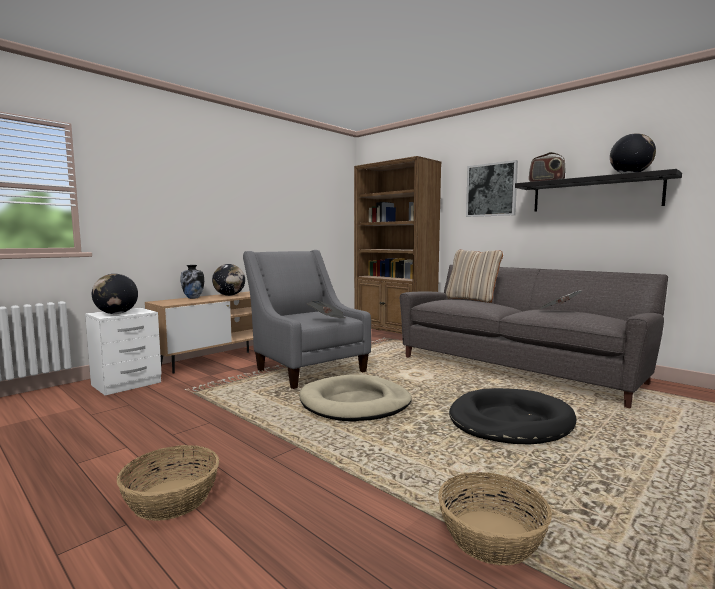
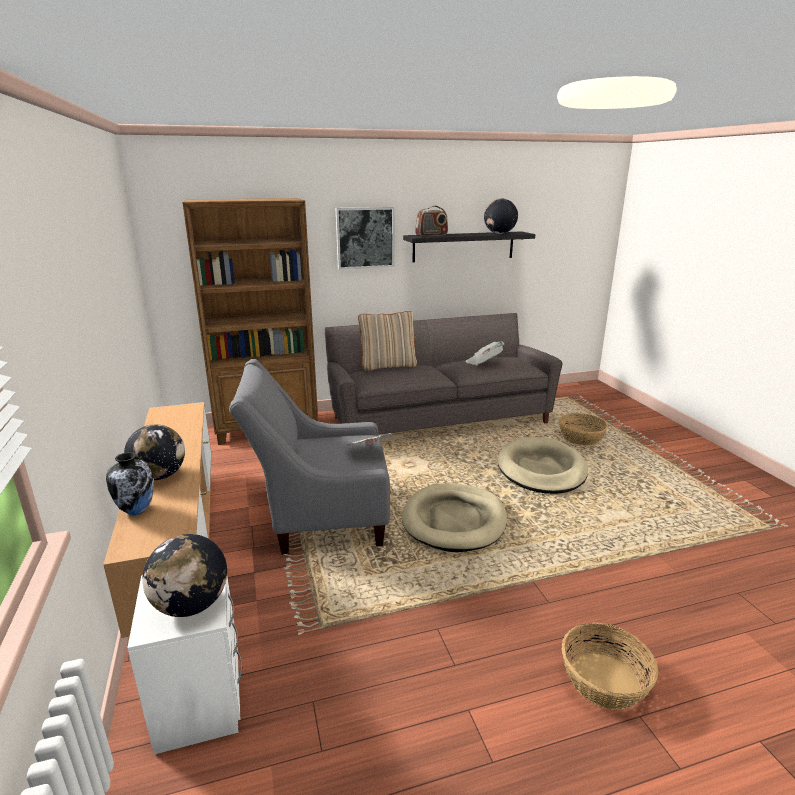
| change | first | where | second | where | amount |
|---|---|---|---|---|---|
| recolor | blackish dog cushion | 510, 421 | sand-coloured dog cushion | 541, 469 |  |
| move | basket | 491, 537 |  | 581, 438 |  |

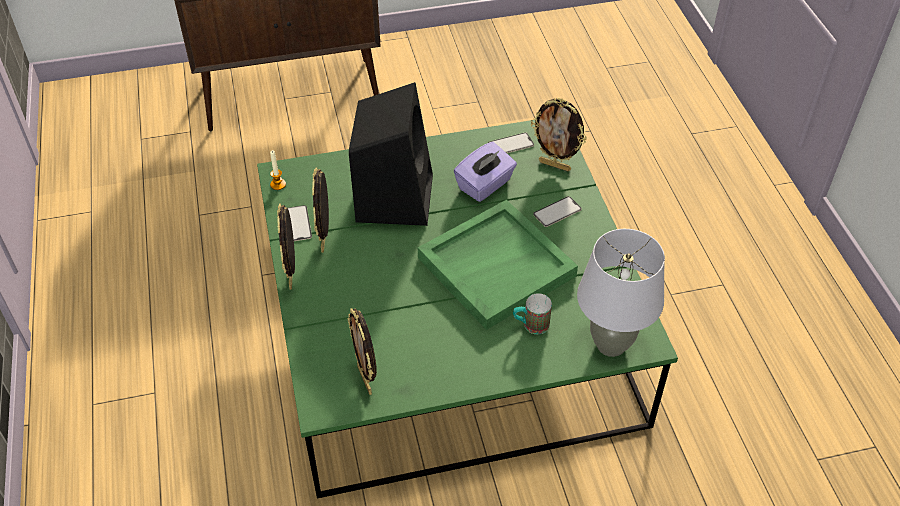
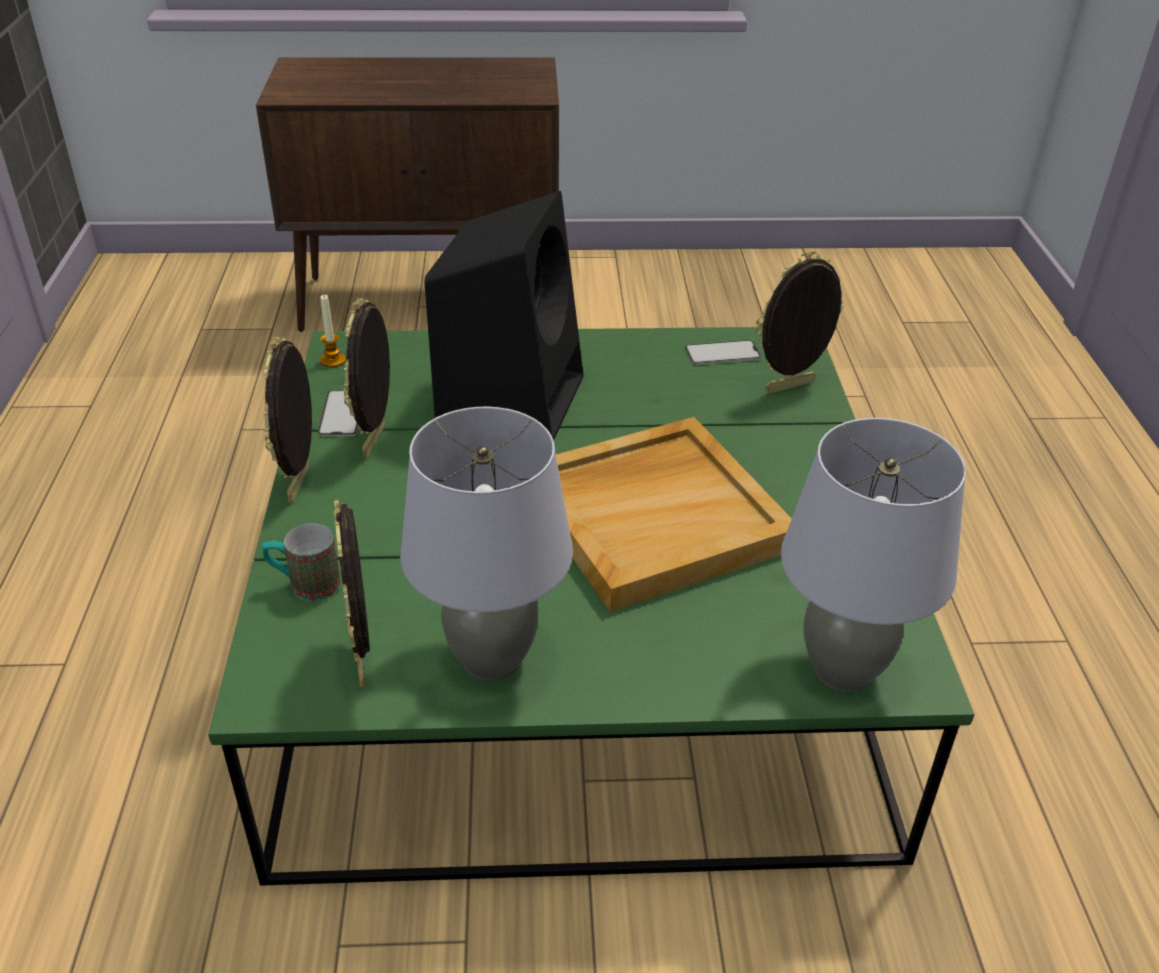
| change | first | where | second | where | amount |
|---|---|---|---|---|---|
| move | tea mug | 530, 325 |  | 305, 585 |  |
| insert |  |  | greyish table lamp | 491, 661 |  |
| recolor | green tray | 496, 265 | sand-coloured tray | 655, 515 |  |
| rotate | standing frame | 555, 165 |  | 790, 388 | 120 degrees clockwise |
| delete | purple-coloured tissue box | 485, 185 |  |  |  |
| delete | phone | 557, 212 |  |  |  |

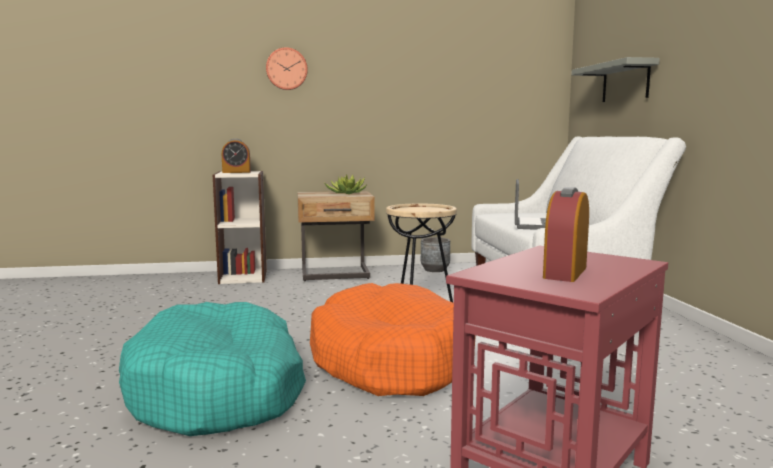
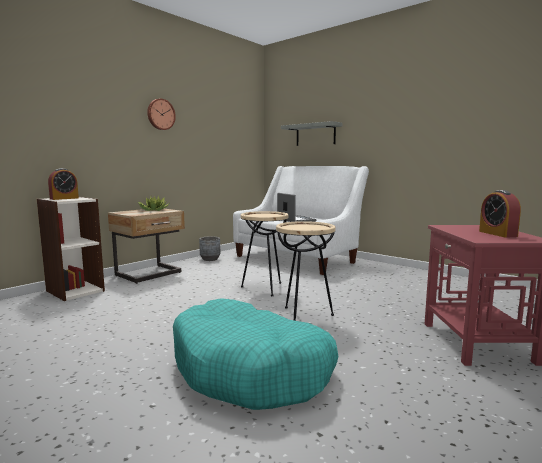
| change | first | where | second | where | amount |
|---|---|---|---|---|---|
| move | wall clock | 286, 69 |  | 160, 114 |  |
| replace | orange-coloured dog cushion | 390, 360 | sand-coloured end table | 304, 316 |  |

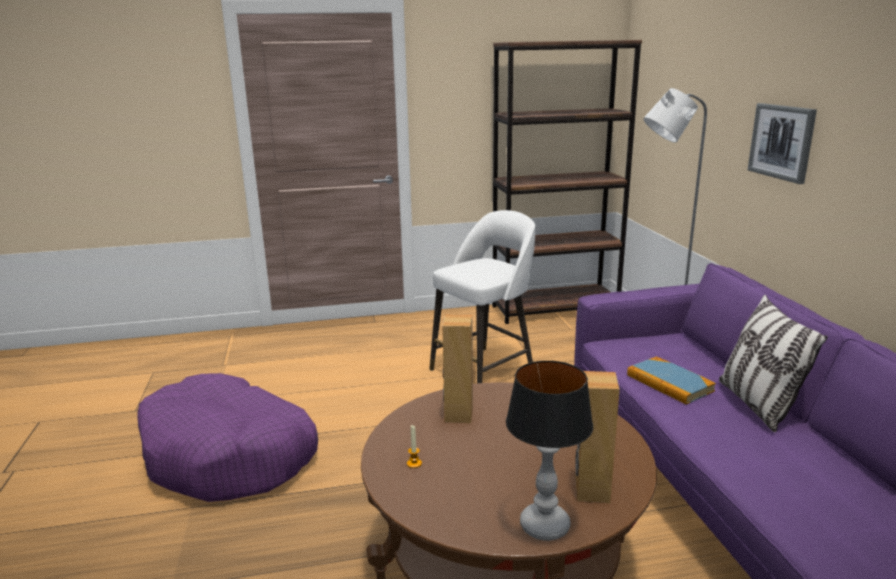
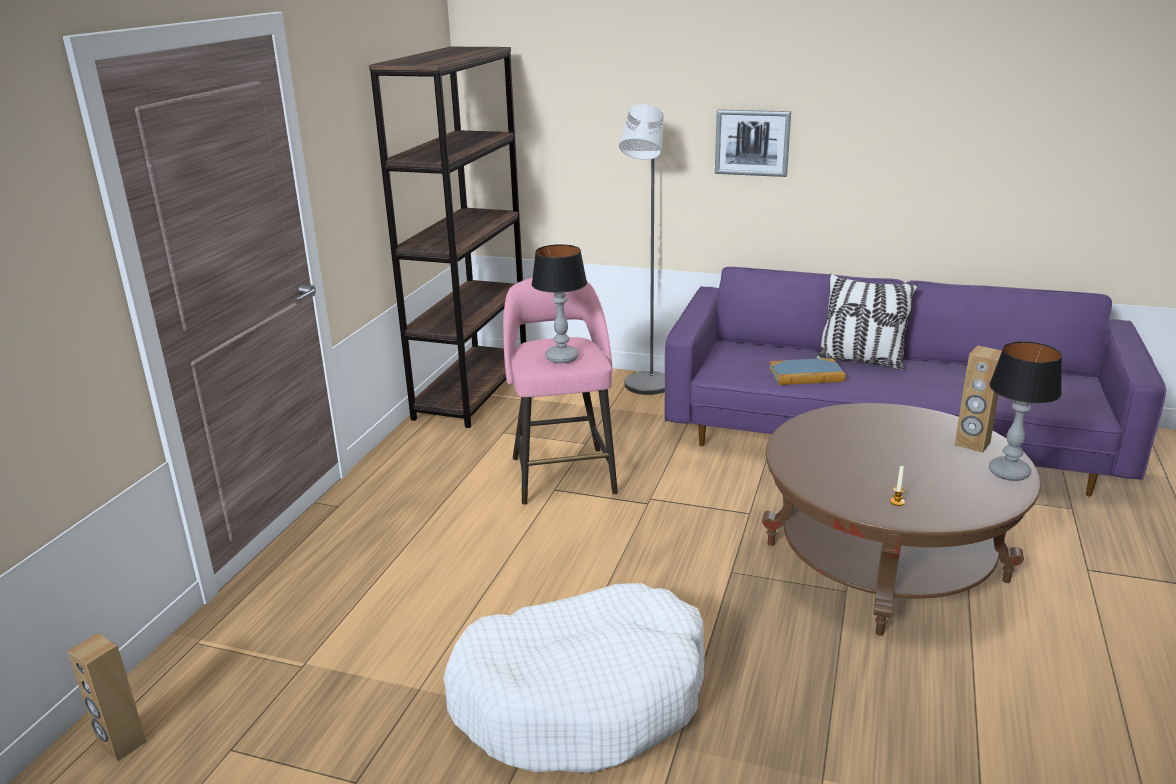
| change | first | where | second | where | amount |
|---|---|---|---|---|---|
| move | brownish speaker | 458, 415 |  | 122, 744 |  |
| recolor | purple-coloured dog cushion | 229, 455 | whitish dog cushion | 582, 697 |  |
| recolor | whitish stool seat | 484, 370 | pink-coloured stool seat | 562, 473 |  |
| insert |  |  | table lamp | 562, 357 |  |

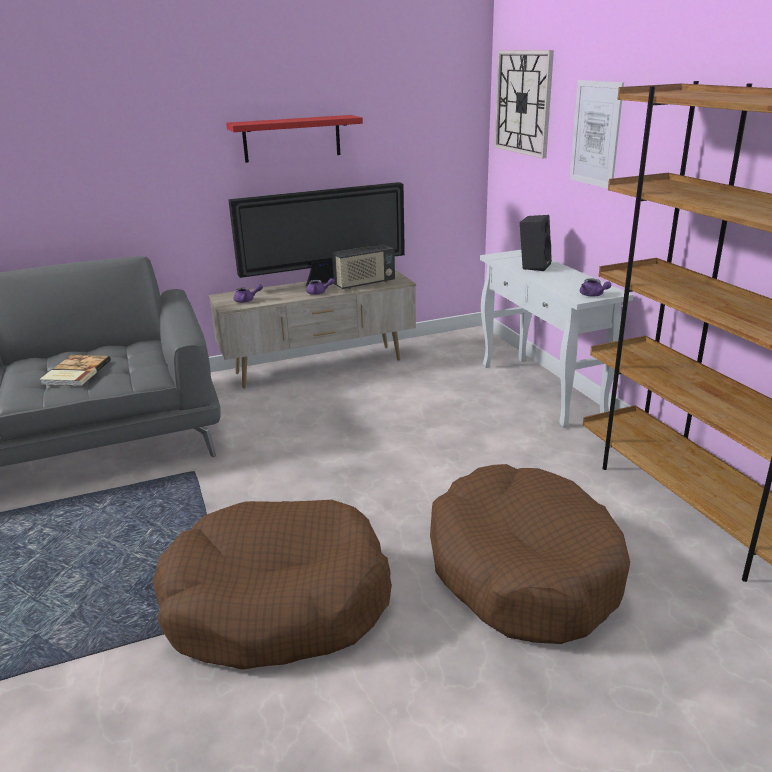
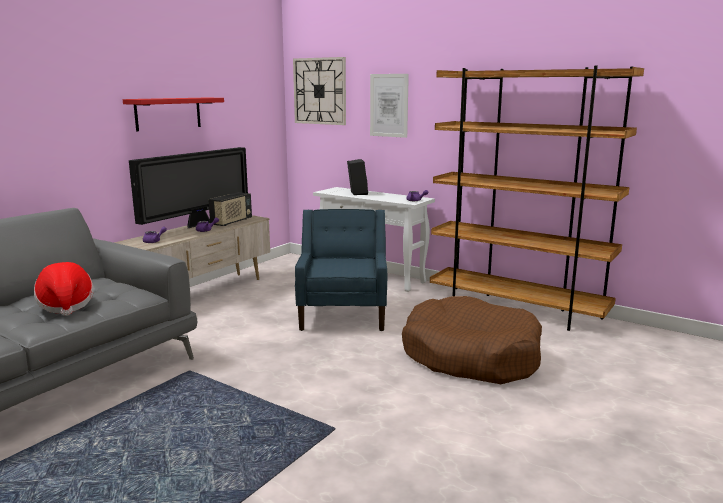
| change | first | where | second | where | amount |
|---|---|---|---|---|---|
| replace | book | 75, 373 | hat | 66, 305 |  |
| insert |  |  | blue easy chair | 343, 313 |  |
| delete | brownish dog cushion | 277, 602 |  |  |  |

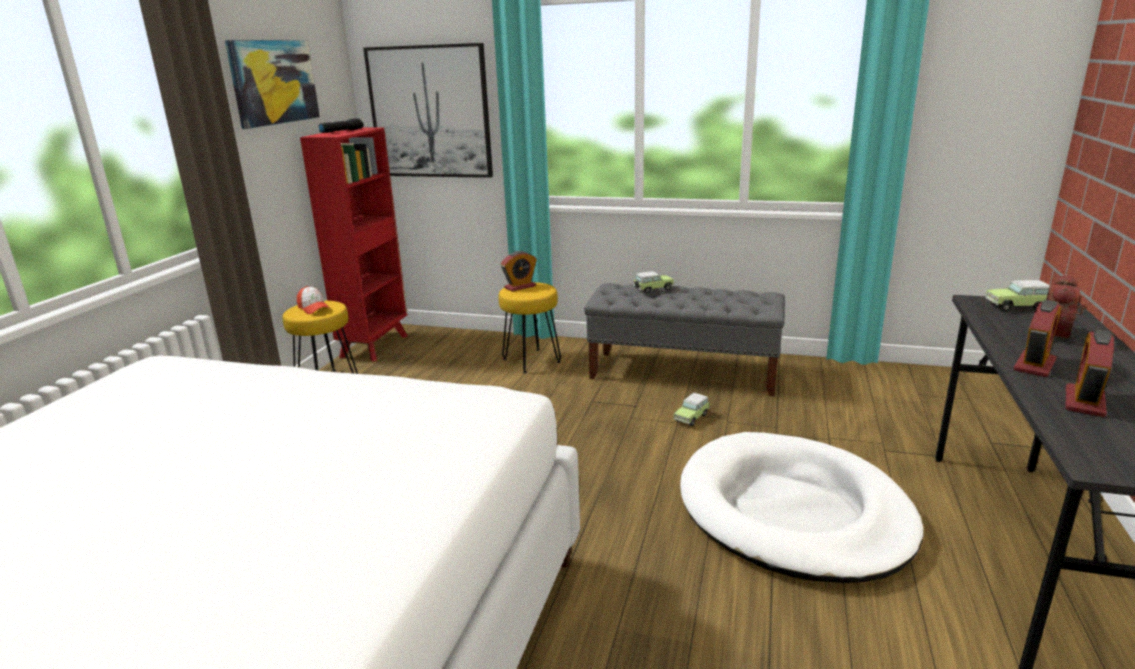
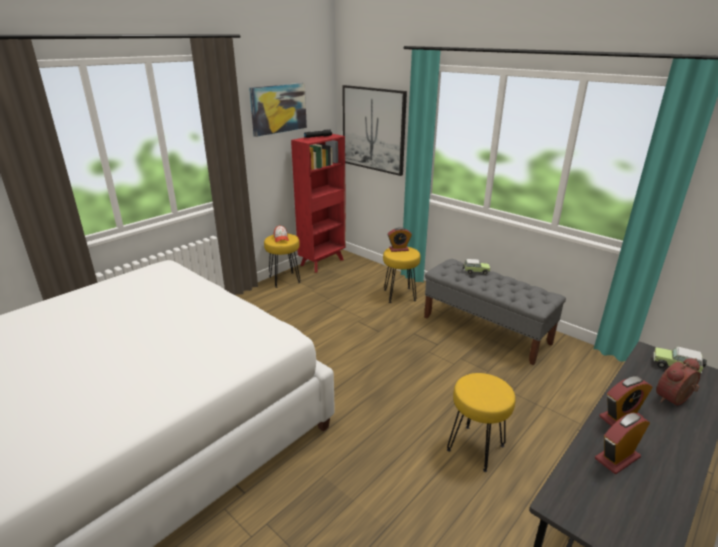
| change | first | where | second | where | amount |
|---|---|---|---|---|---|
| replace | whitish dog cushion | 793, 512 | yellow-coloured stool seat | 476, 448 |  |
| delete | model car | 692, 417 |  |  |  |

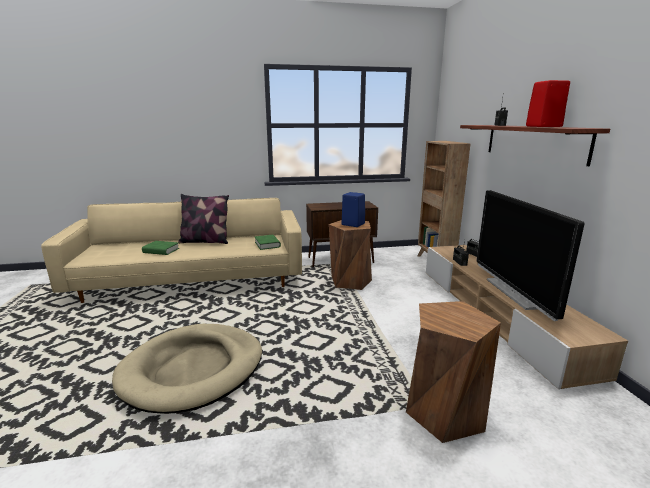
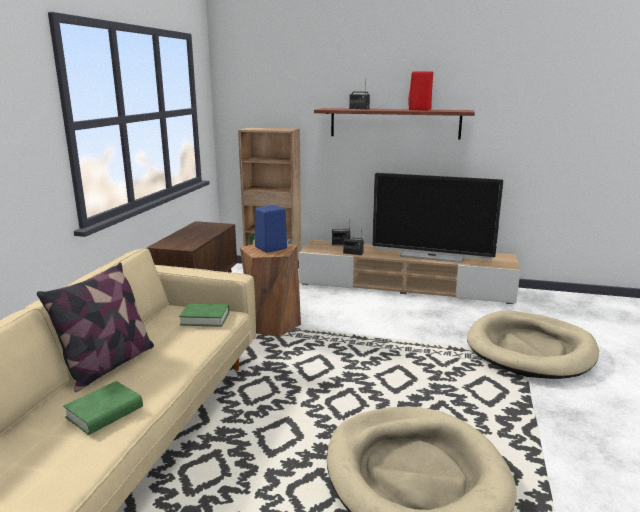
| change | first | where | second | where | amount |
|---|---|---|---|---|---|
| replace | brownish stool seat | 444, 413 | sand-coloured dog cushion | 530, 349 |  |

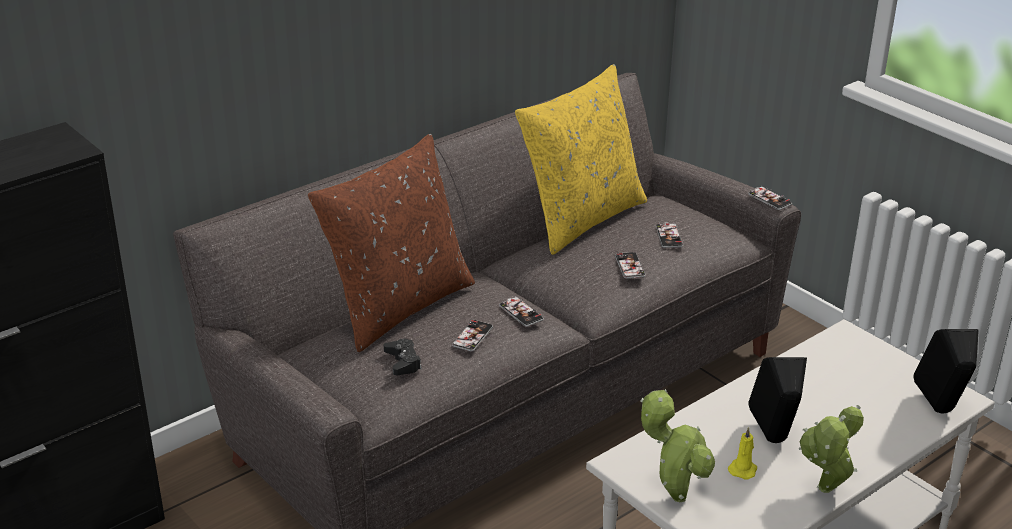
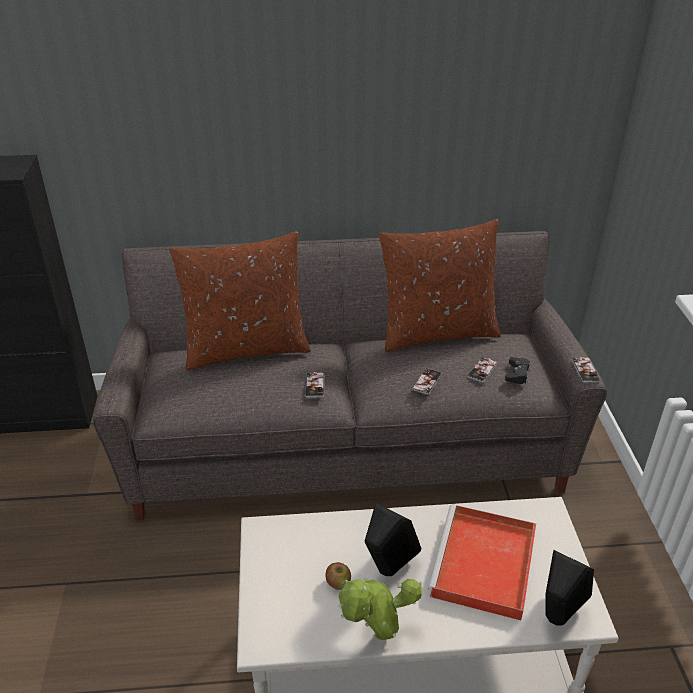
| change | first | where | second | where | amount |
|---|---|---|---|---|---|
| replace | yellow-coloured wax light | 743, 469 | apple | 338, 583 |  |
| recolor | yellow-coloured cushion | 581, 219 | brownish cushion | 437, 332 |  |
| insert |  |  | reddish tray | 484, 566 |  |
| move | blackish game controller | 403, 362 |  | 517, 374 |  |
| delete | phone | 472, 336 |  |  |  |
| delete | houseplant | 674, 495 |  |  |  |

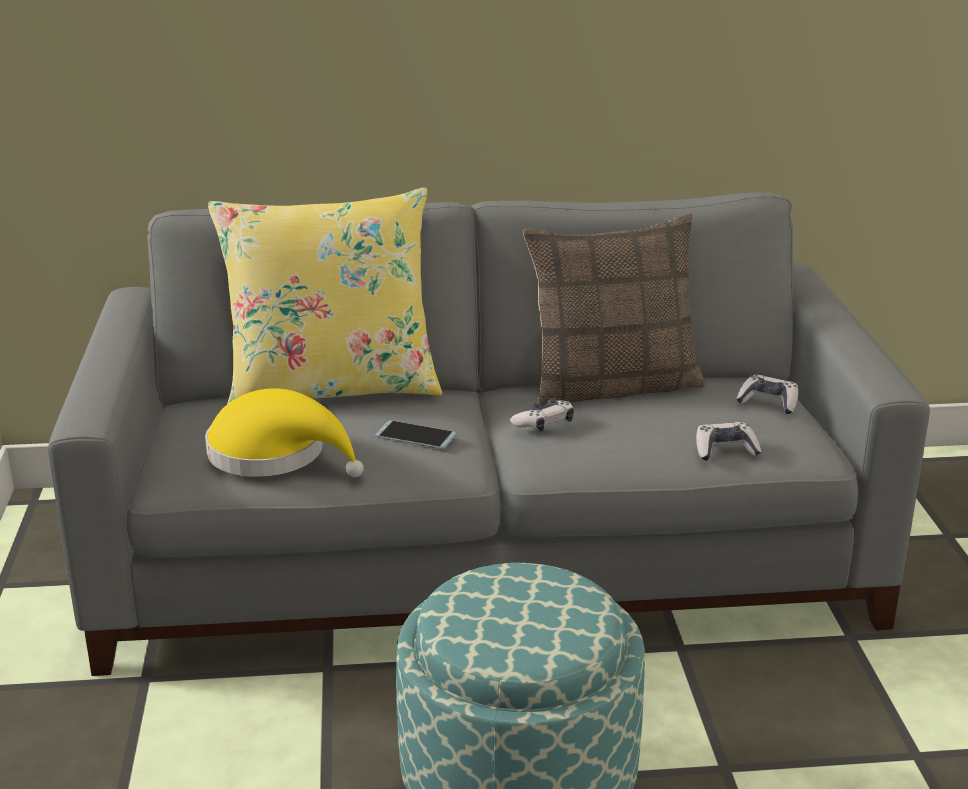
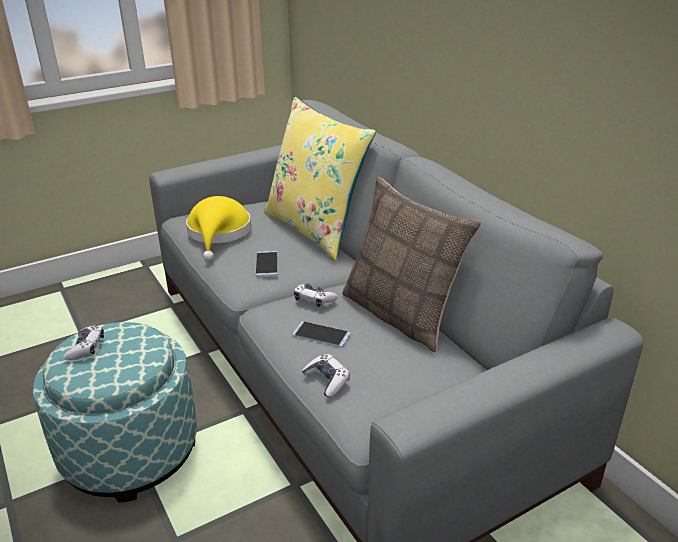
| change | first | where | second | where | amount |
|---|---|---|---|---|---|
| move | game controller | 768, 402 |  | 86, 348 |  |
| insert |  |  | phone | 321, 334 |  |

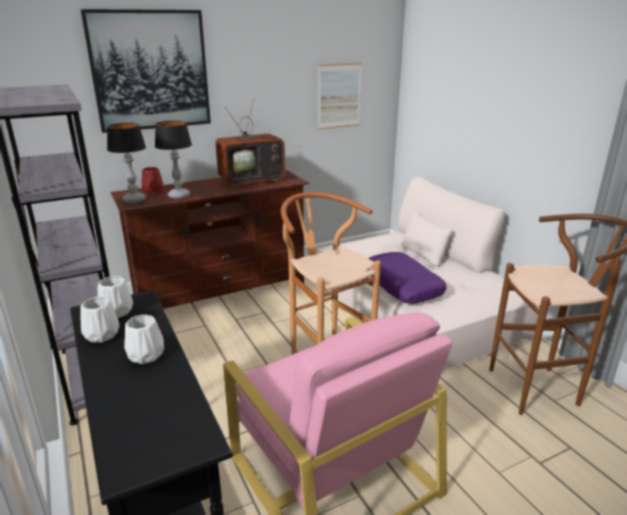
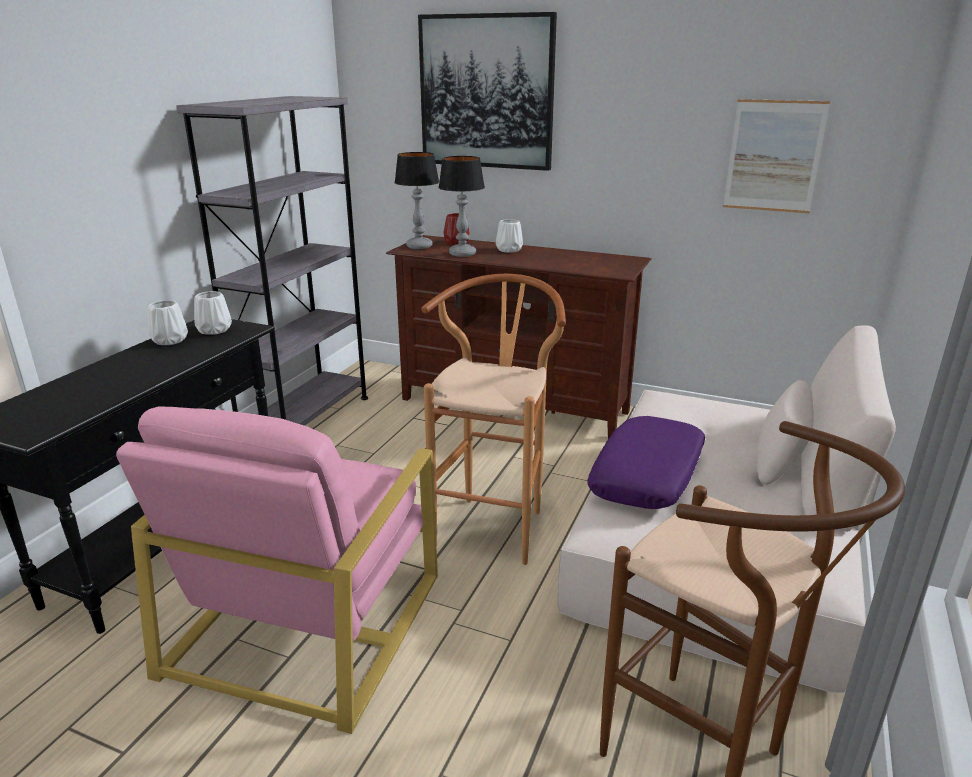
| change | first | where | second | where | amount |
|---|---|---|---|---|---|
| move | whitish flower vase | 146, 355 |  | 509, 249 |  |
| delete | television | 253, 180 |  |  |  |

